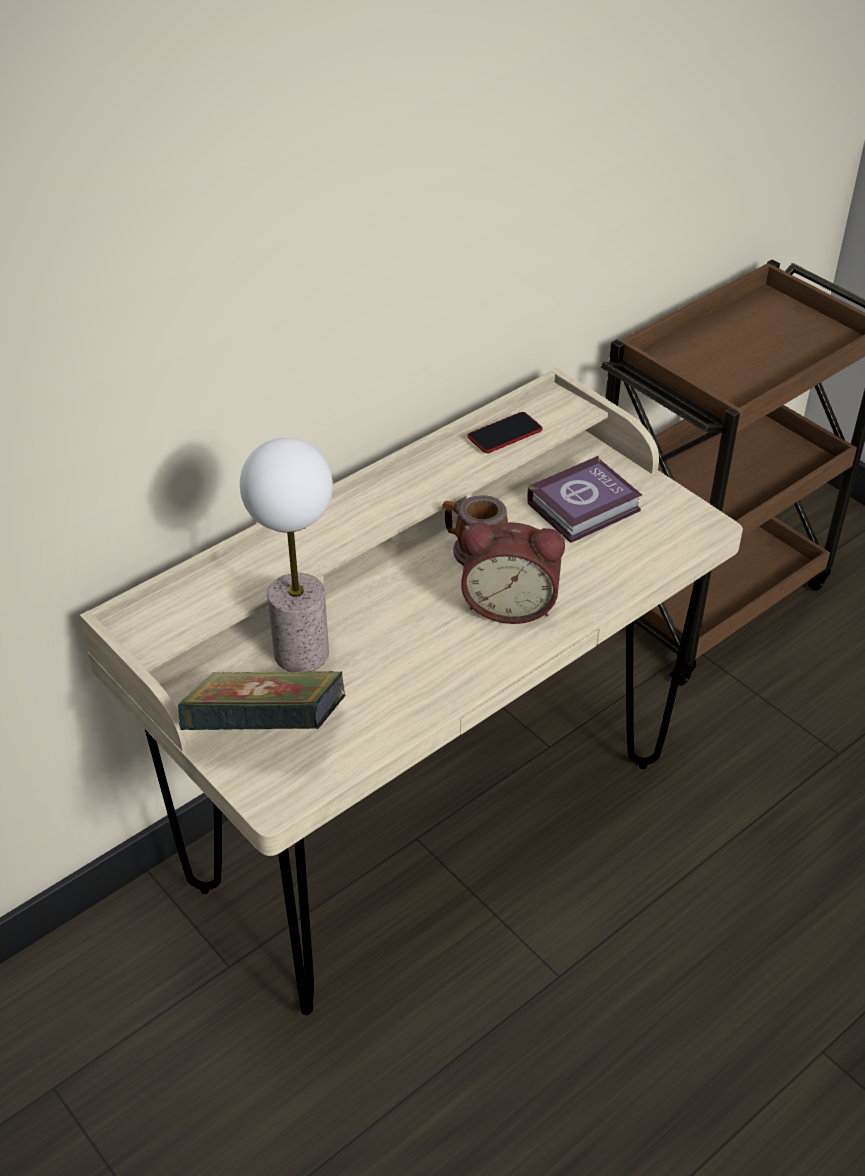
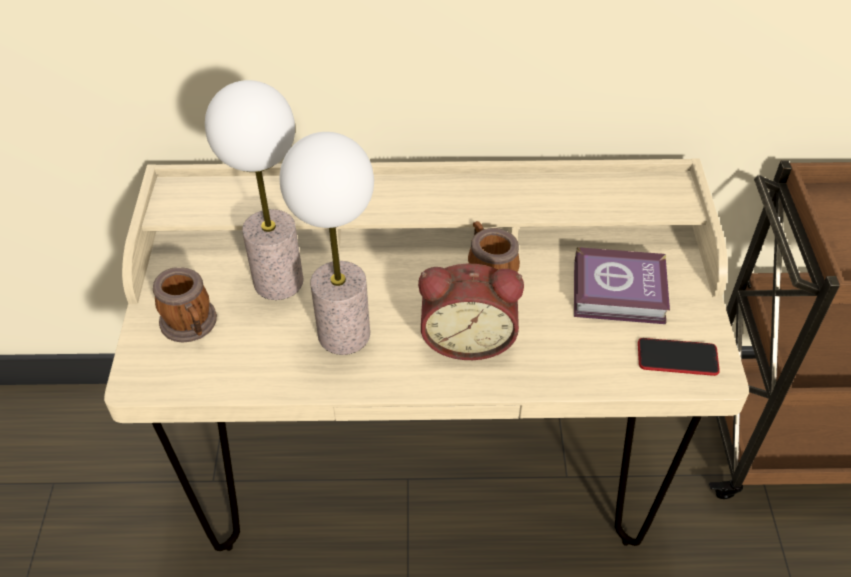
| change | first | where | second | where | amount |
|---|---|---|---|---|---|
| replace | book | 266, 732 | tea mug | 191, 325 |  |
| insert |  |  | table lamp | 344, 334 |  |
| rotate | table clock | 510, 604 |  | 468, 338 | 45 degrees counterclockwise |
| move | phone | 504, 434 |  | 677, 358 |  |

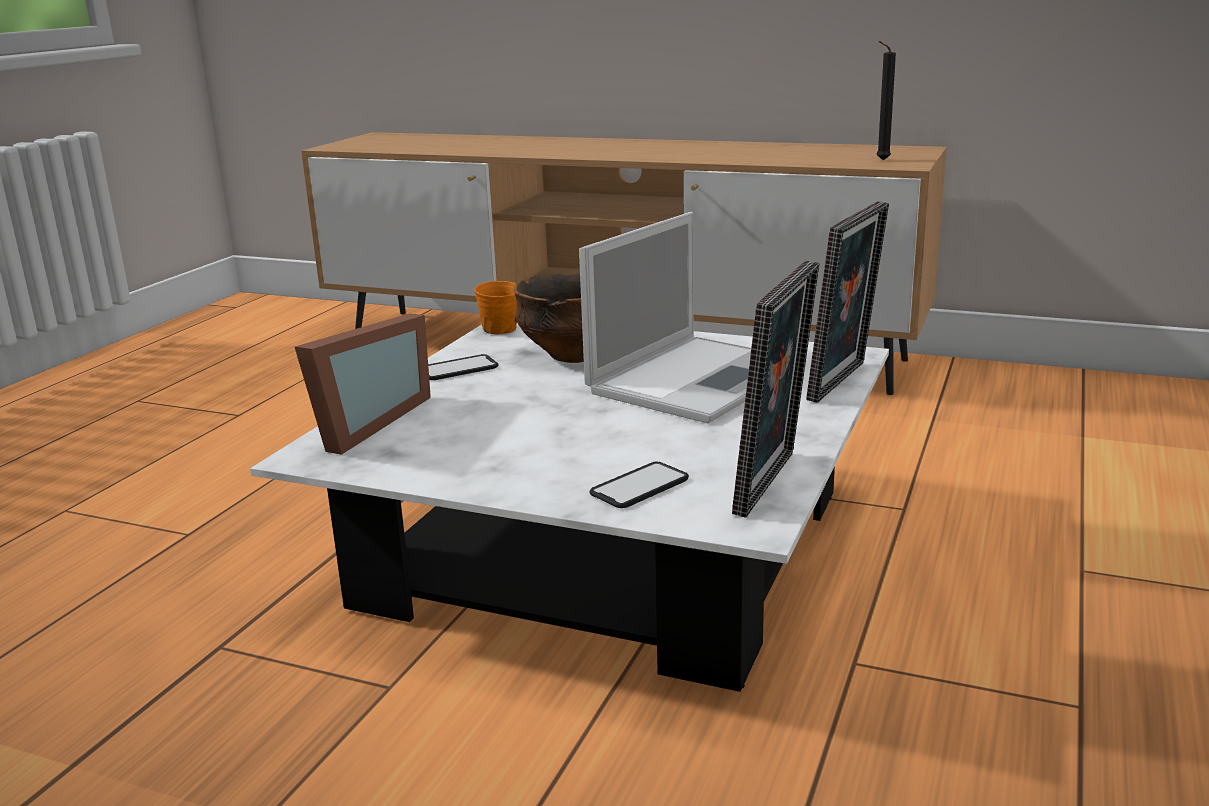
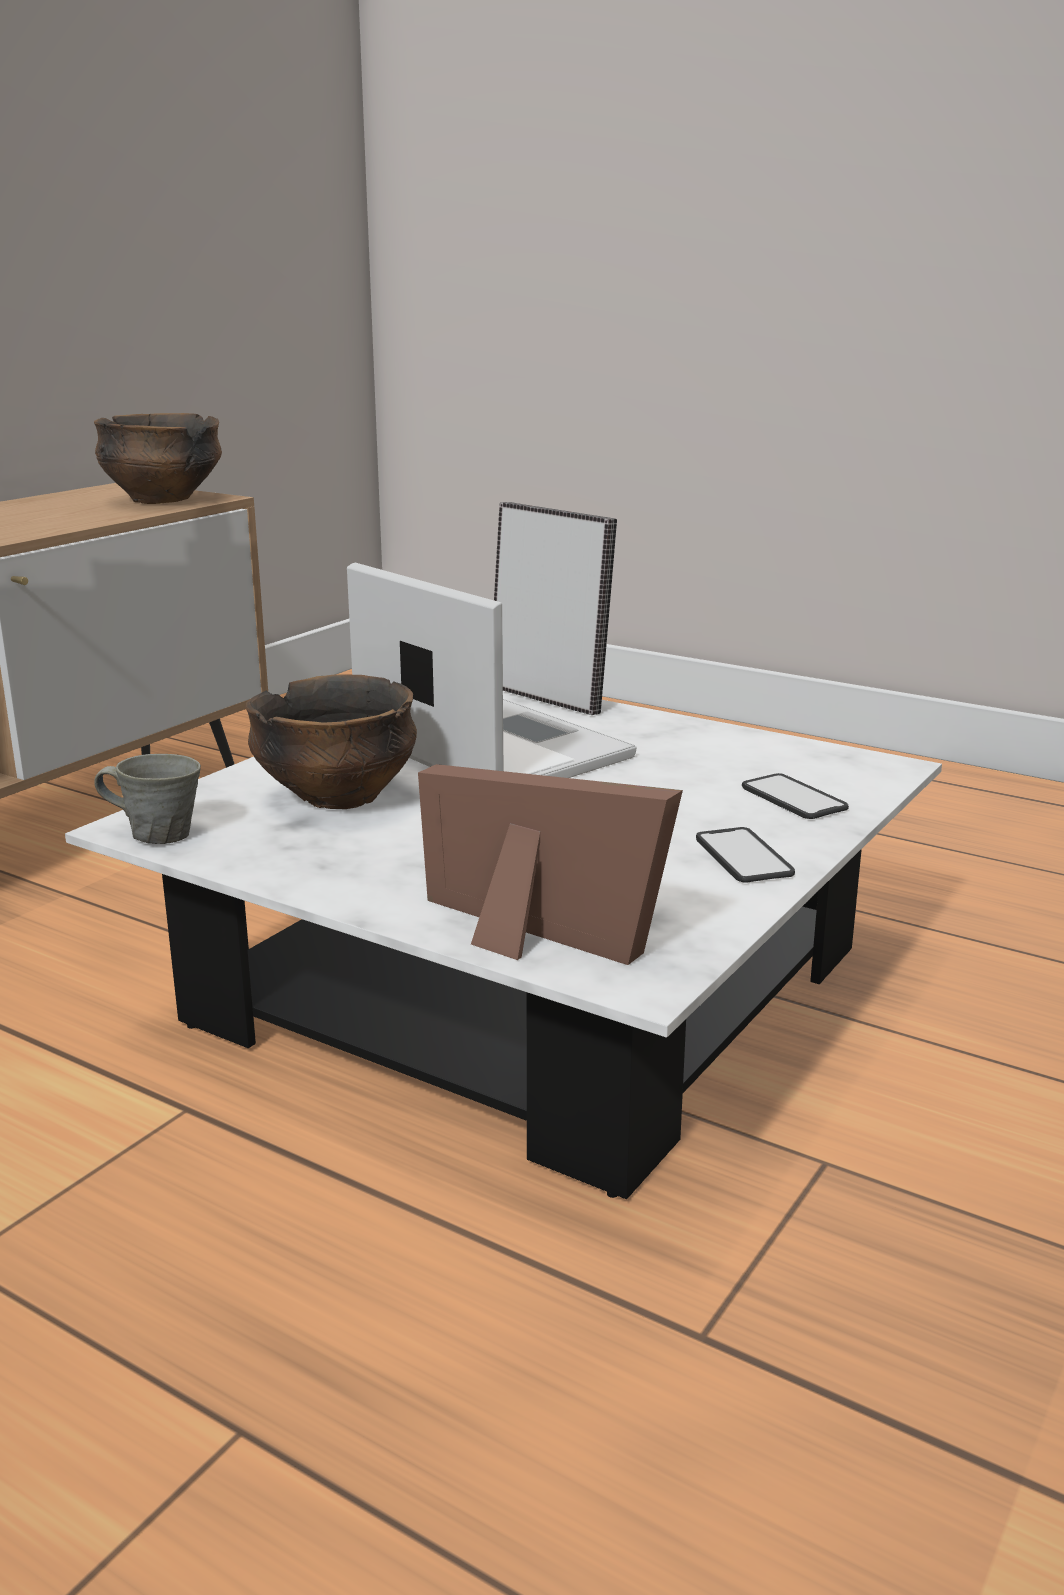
| change | first | where | second | where | amount |
|---|---|---|---|---|---|
| replace | blackish wax light | 880, 160 | bowl | 162, 500 |  |
| recolor | orange-coloured tea mug | 500, 328 | greyish tea mug | 157, 834 |  |
| move | phone | 458, 369 |  | 743, 857 |  |
| delete | standing frame | 774, 484 |  |  |  |

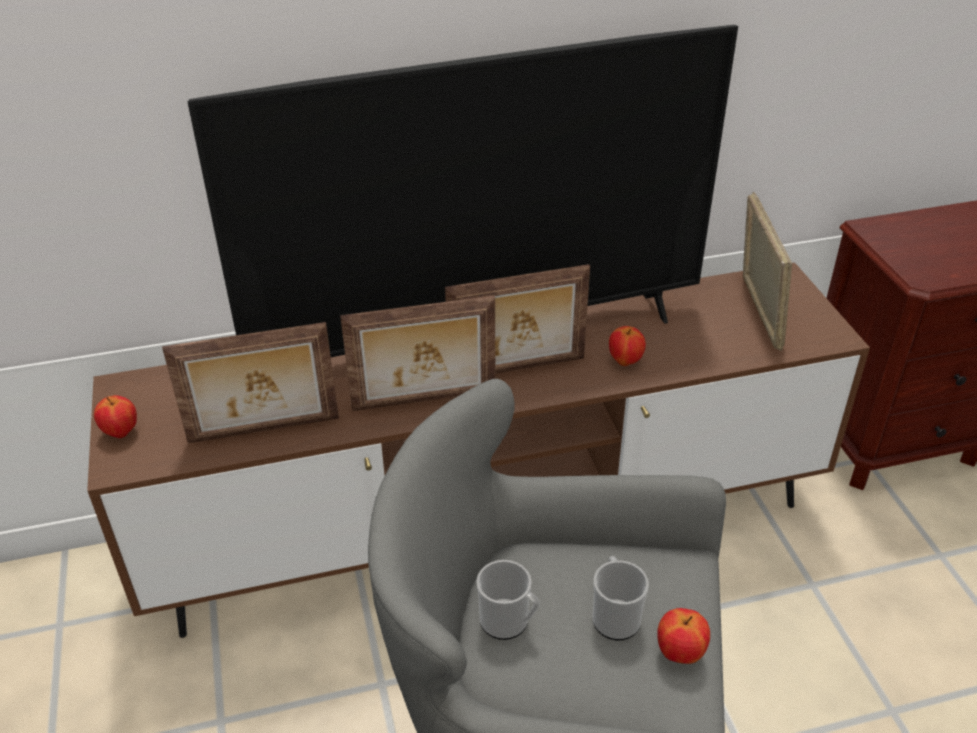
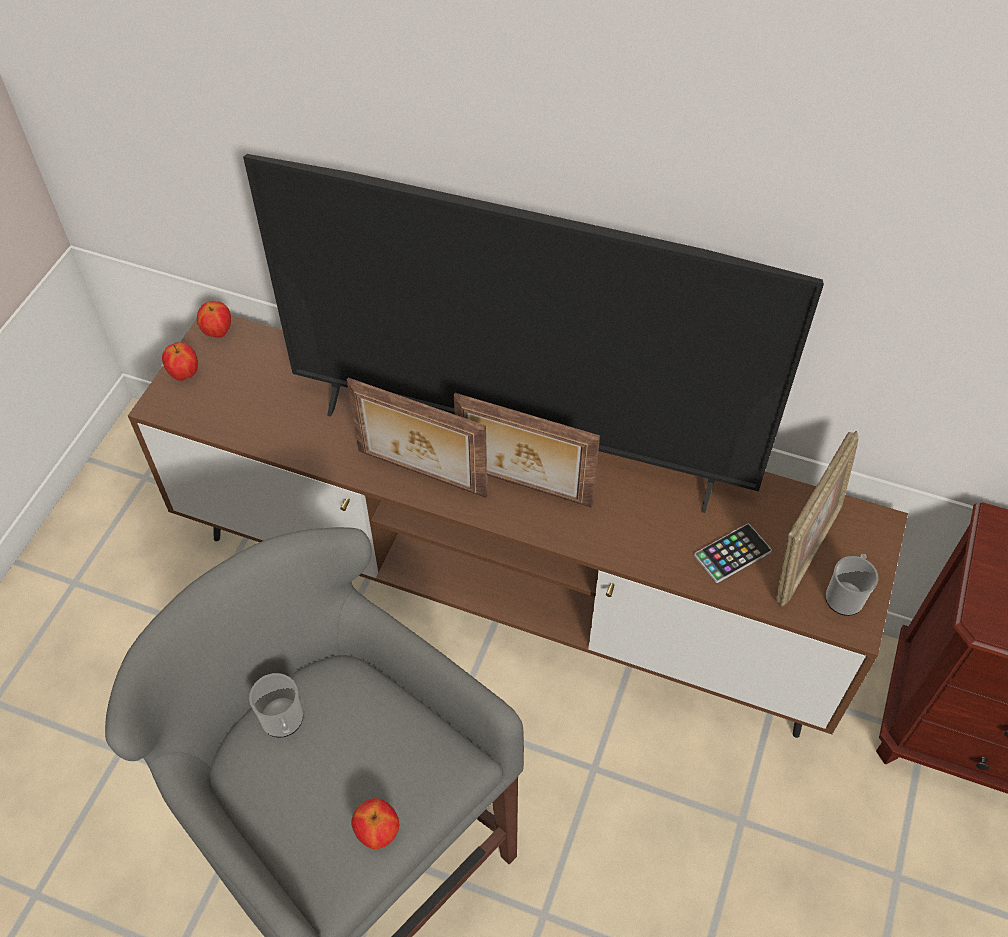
| change | first | where | second | where | amount |
|---|---|---|---|---|---|
| move | apple | 625, 361 |  | 218, 332 |  |
| insert |  |  | phone | 732, 554 |  |
| move | tea mug | 615, 615 |  | 845, 595 |  |
| delete | standing frame | 264, 431 |  |  |  |

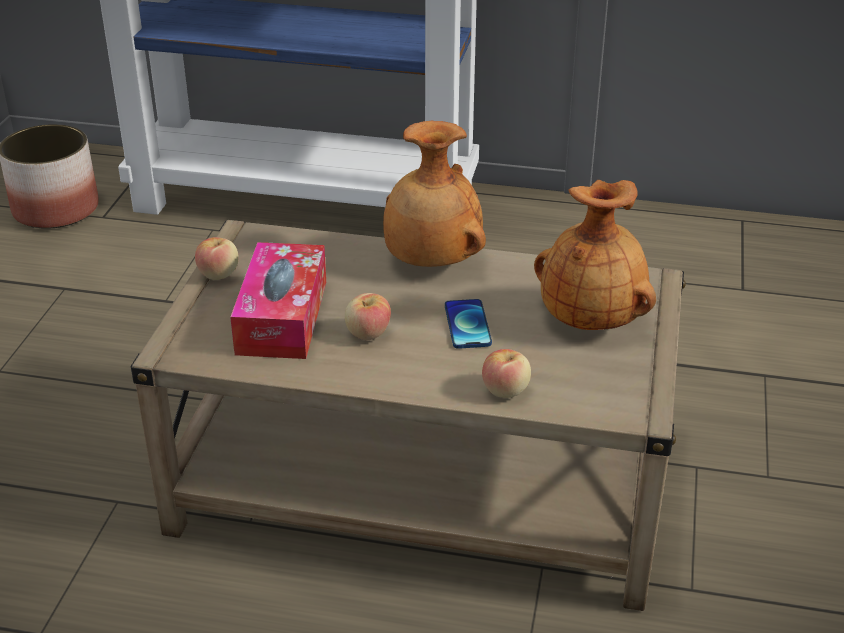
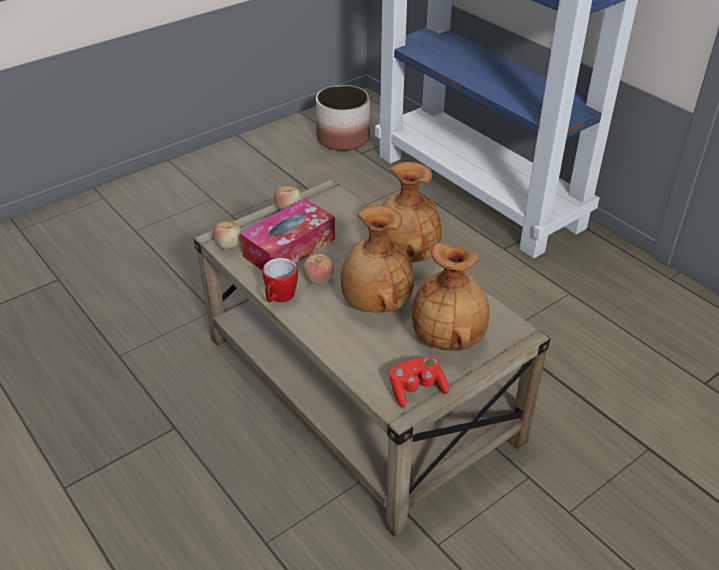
| change | first | where | second | where | amount |
|---|---|---|---|---|---|
| move | apple | 505, 390 |  | 229, 245 |  |
| insert |  |  | tea mug | 279, 298 |  |
| replace | phone | 467, 325 | brownish flower vase | 375, 303 |  |
| insert |  |  | reddish game controller | 416, 389 |  |

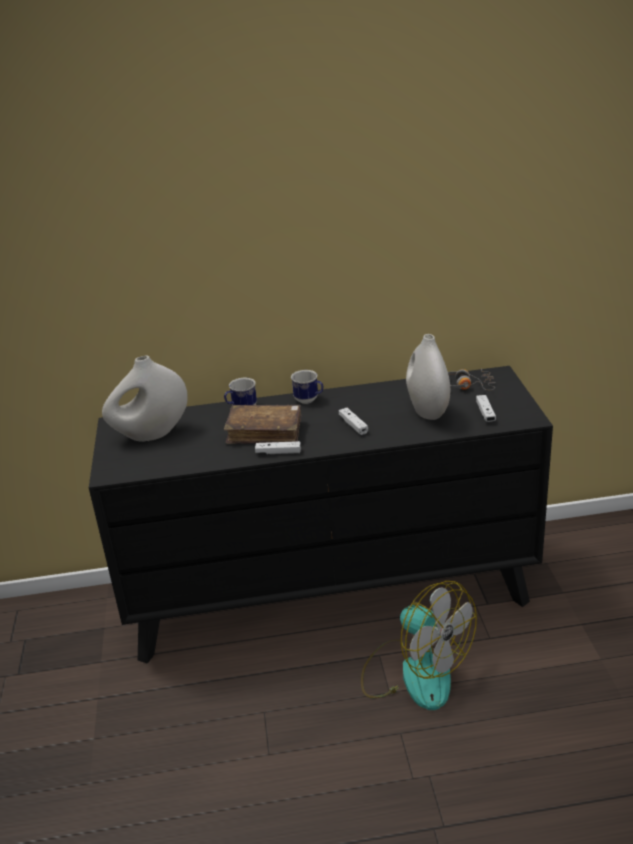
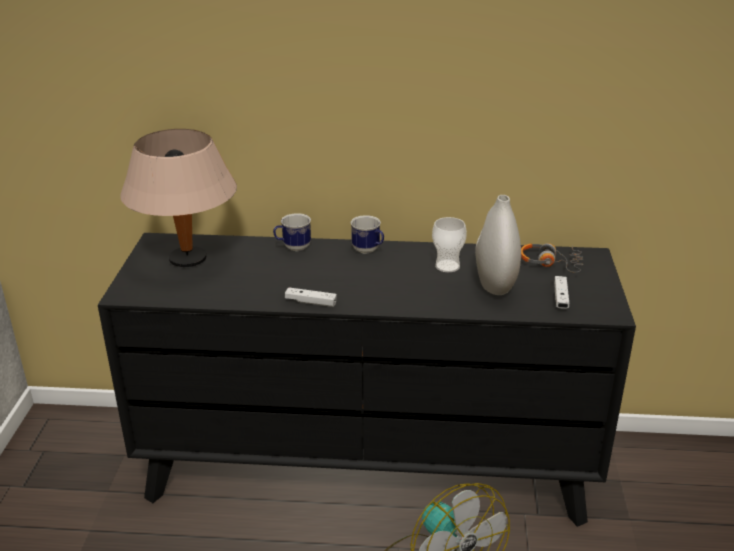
| change | first | where | second | where | amount |
|---|---|---|---|---|---|
| replace | whitish flower vase | 151, 435 | sand-coloured table lamp | 187, 259 |  |
| insert |  |  | small cup | 447, 266 |  |
| delete | brownish book | 265, 432 |  |  |  |
| delete | whitish game controller | 353, 425 |  |  |  |

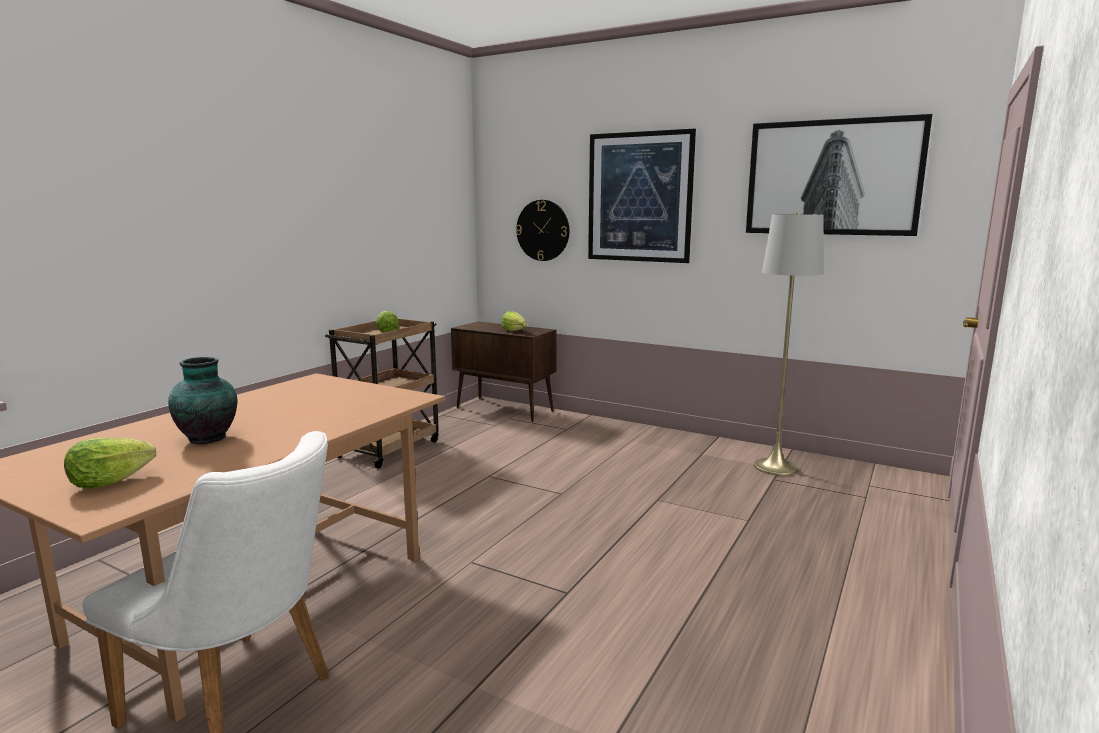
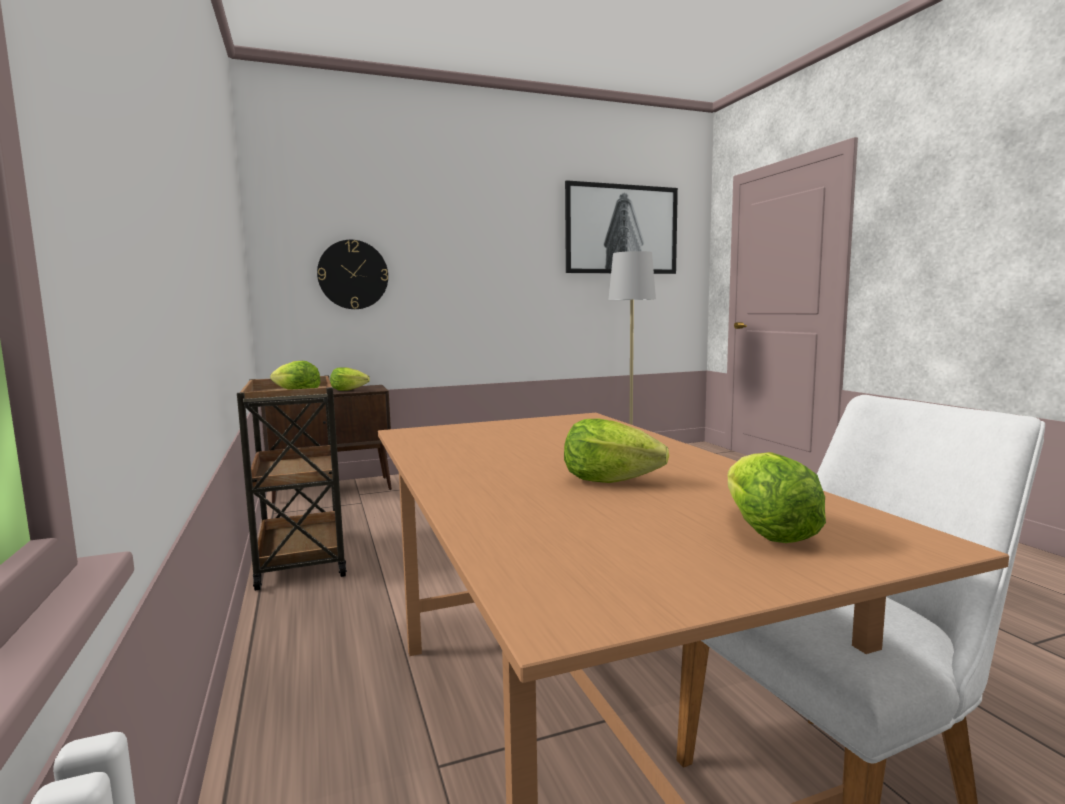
| change | first | where | second | where | amount |
|---|---|---|---|---|---|
| replace | flower vase | 209, 438 | head of lettuce | 609, 481 |  |
| delete | wall art | 639, 197 |  |  |  |

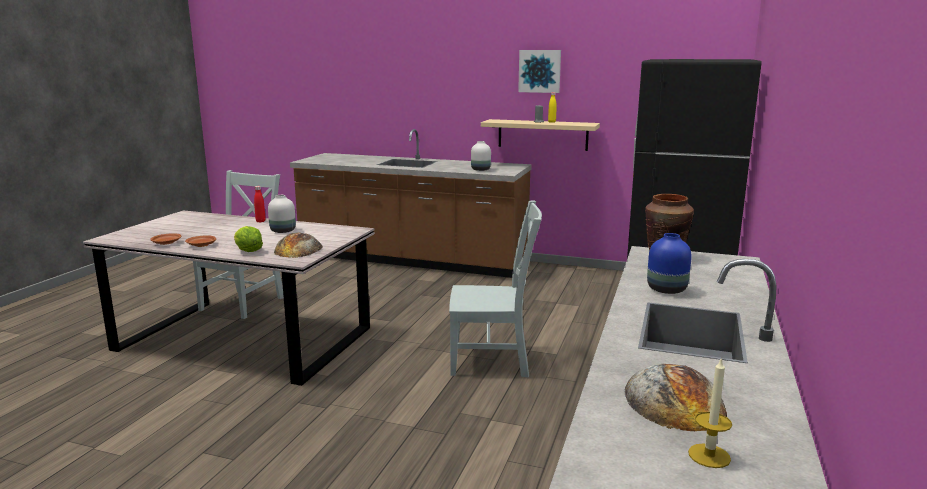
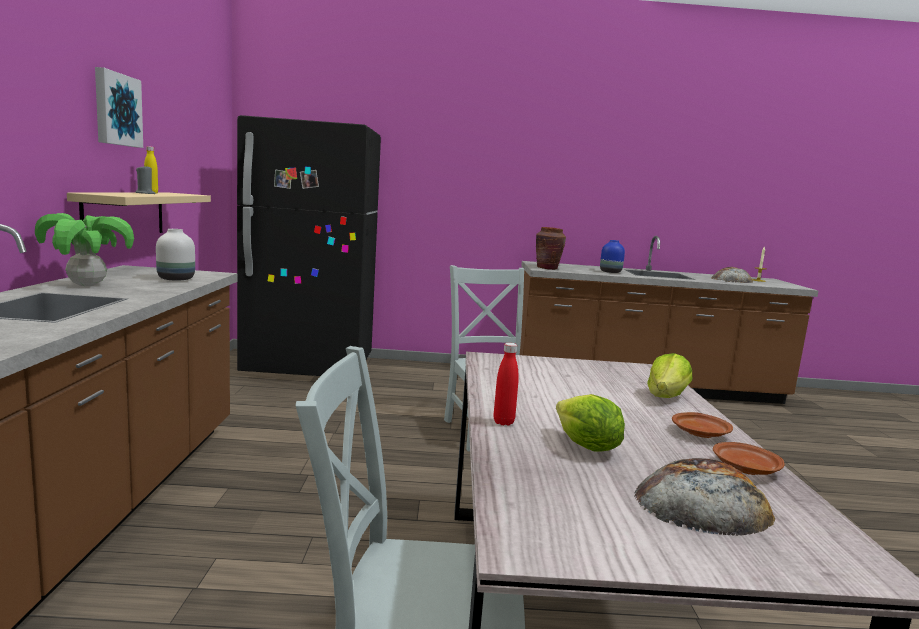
| change | first | where | second | where | amount |
|---|---|---|---|---|---|
| insert |  |  | houseplant | 87, 285 |  |
| insert |  |  | head of lettuce | 586, 447 |  |
| move | baked bread | 298, 249 |  | 702, 503 |  |
| delete | whitish flower vase | 283, 231 |  |  |  |

